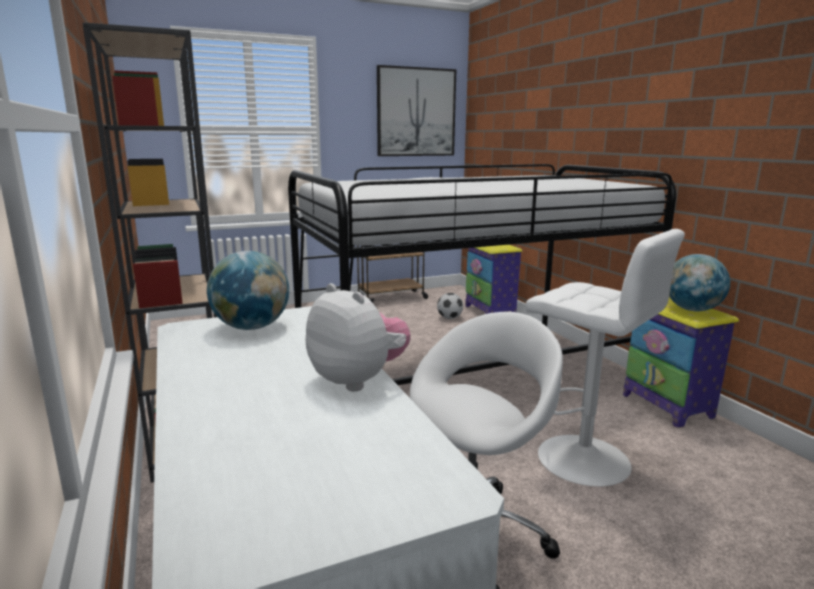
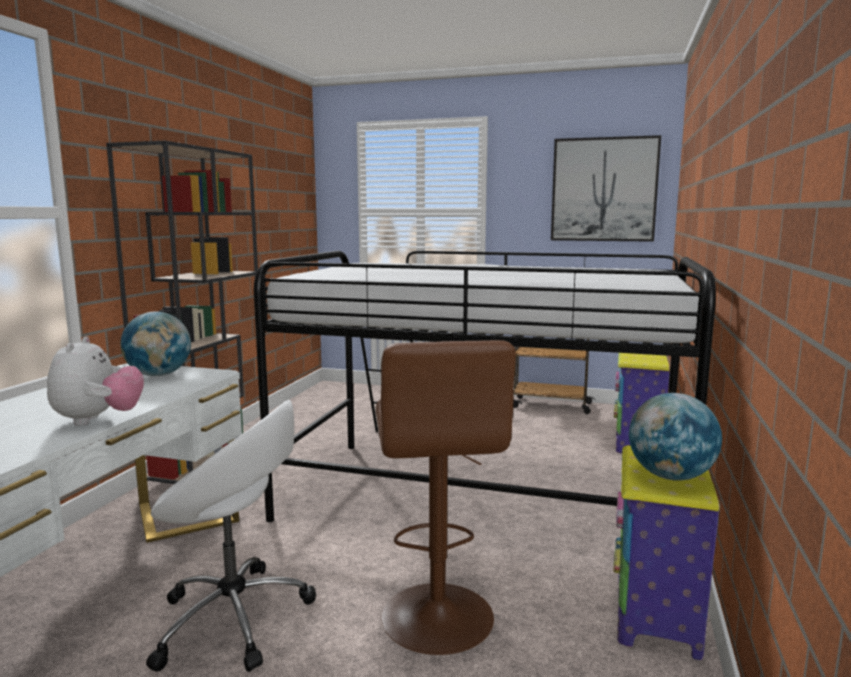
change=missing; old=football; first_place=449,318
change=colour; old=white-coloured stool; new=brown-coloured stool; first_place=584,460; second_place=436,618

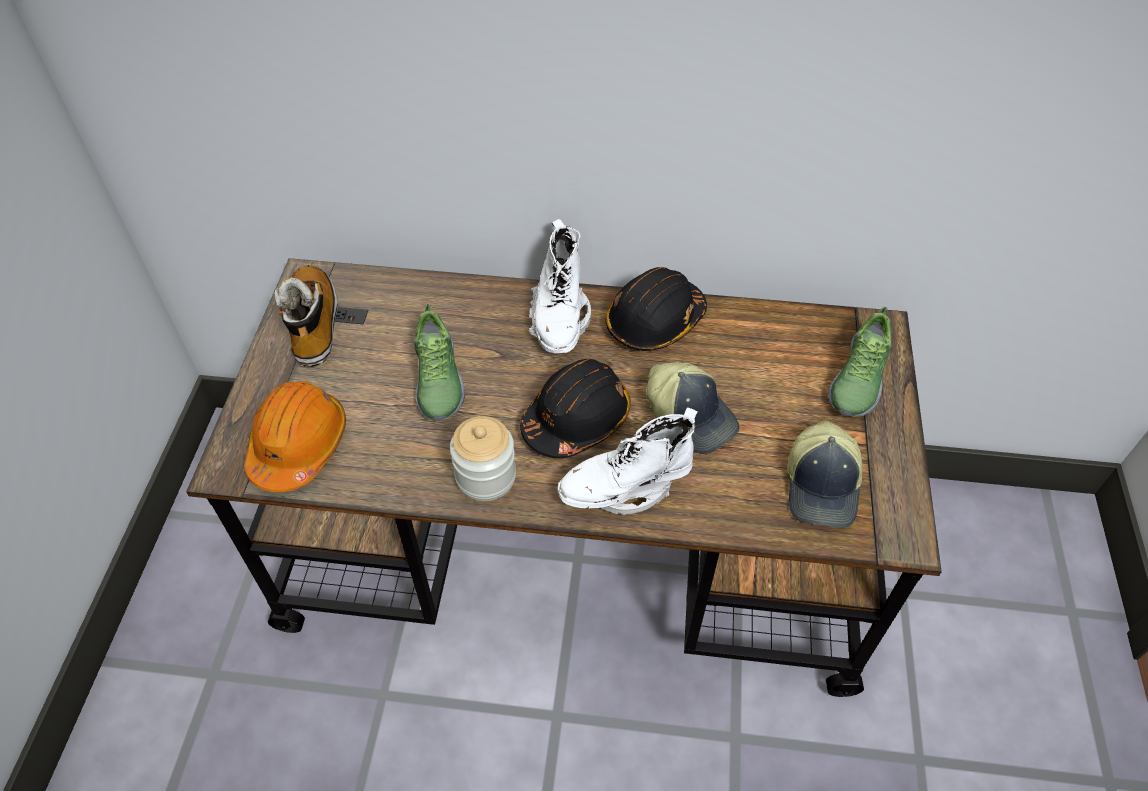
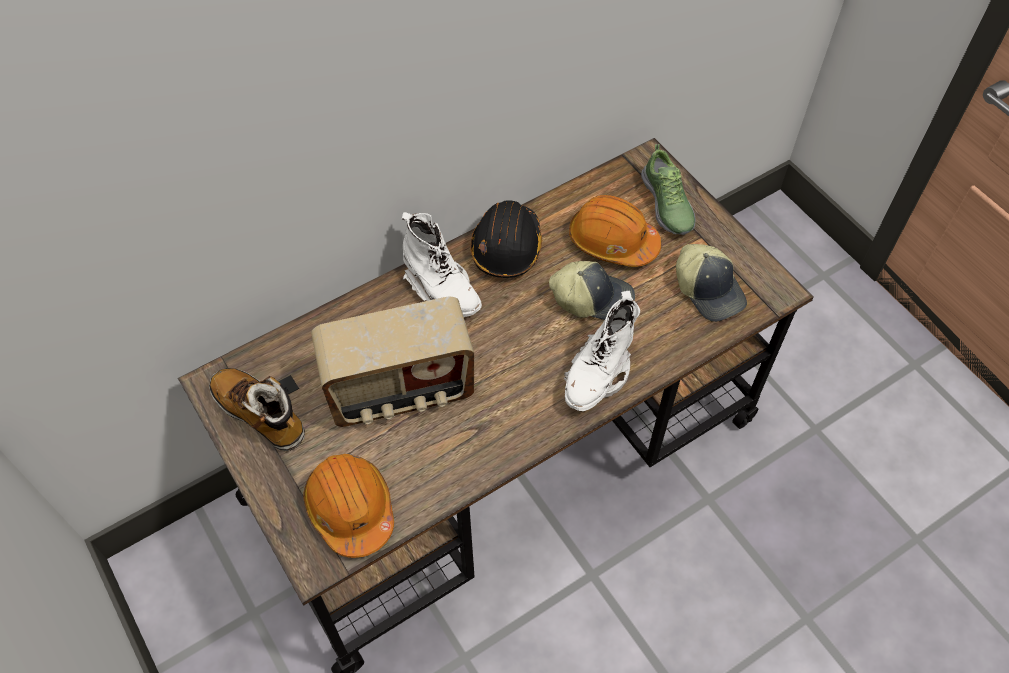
change=exchanged; old=item of footwear; new=radio receiver; first_place=437,380; second_place=400,391
change=missing; old=jar; first_place=486,476
change=missing; old=black-coloured safety helmet; first_place=576,419
change=appeared; new=orange-coloured safety helmet; second_place=612,241

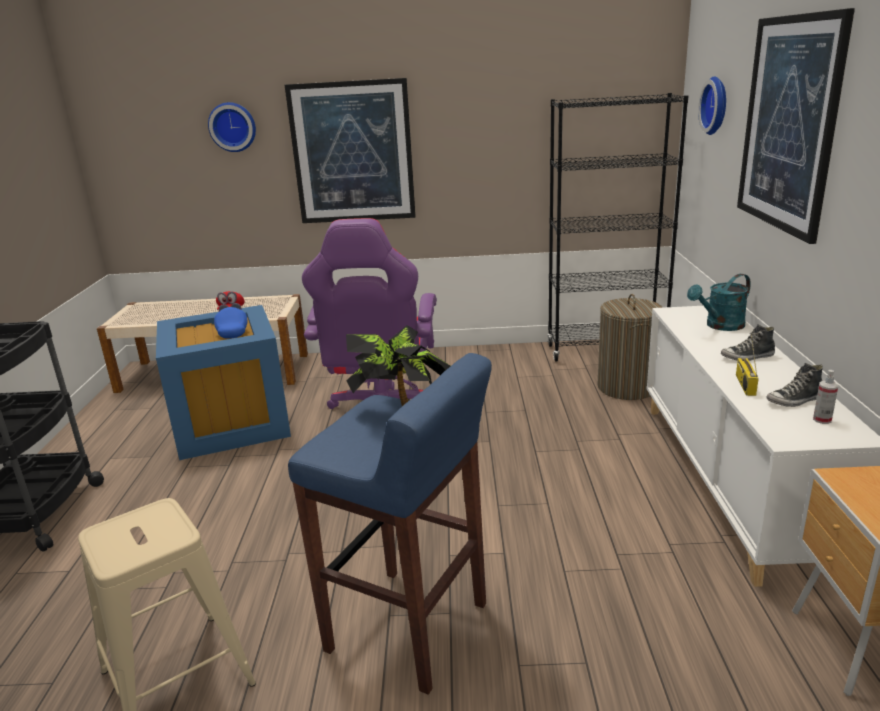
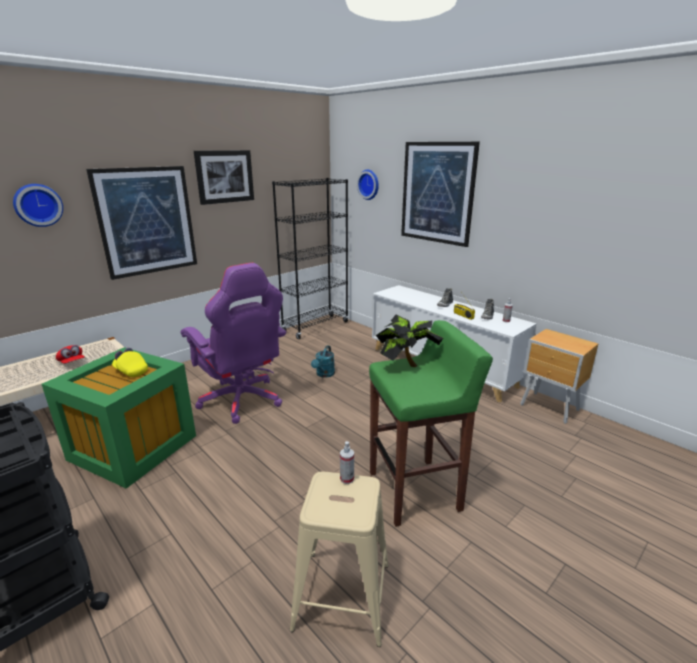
change=colour; old=bluish storage bin; new=greenish storage bin; first_place=230,425; second_place=133,448
change=colour; old=bluish peaked cap; new=yellow peaked cap; first_place=232,331; second_place=131,371
change=colour; old=bluish stool; new=greenish stool; first_place=409,628; second_place=416,491
change=missing; old=hamper; first_place=626,387
change=relocated; old=turquoise-coloured sprinkling can; first_place=720,326; second_place=324,374
change=appeared; new=wall picture; second_place=224,176
change=appeared; new=hand sprayer; second_place=347,479

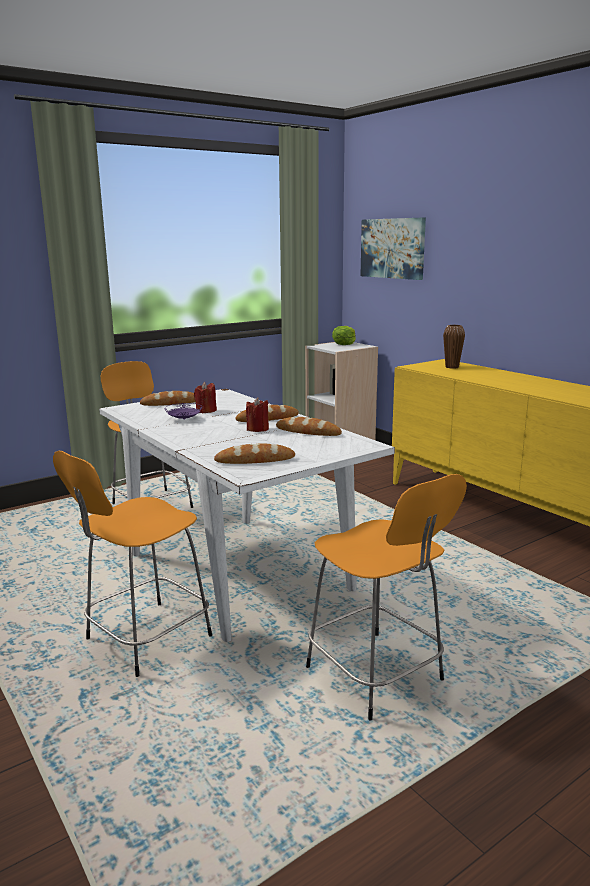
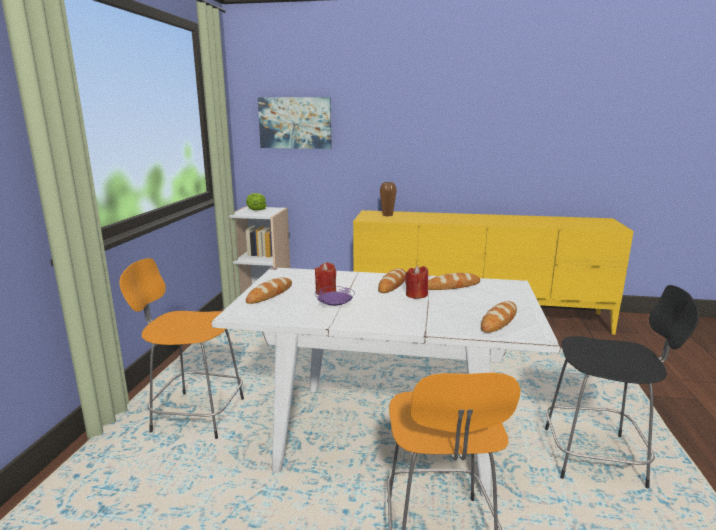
change=colour; old=orange-coloured stool; new=black-coloured stool; first_place=377,677; second_place=596,457

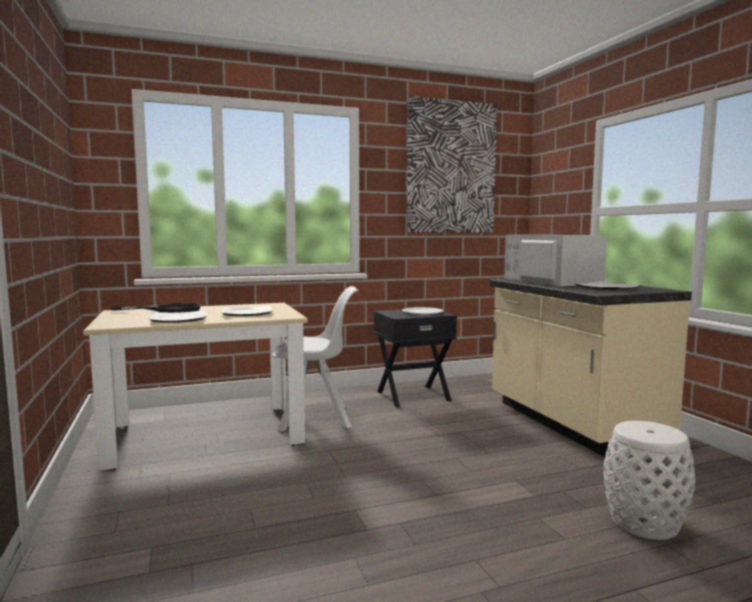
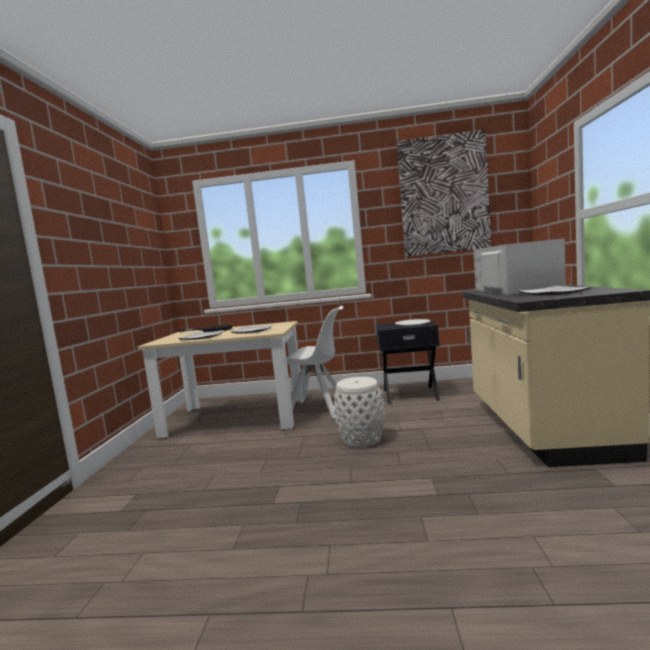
change=relocated; old=white-coloured stool; first_place=644,523; second_place=362,439

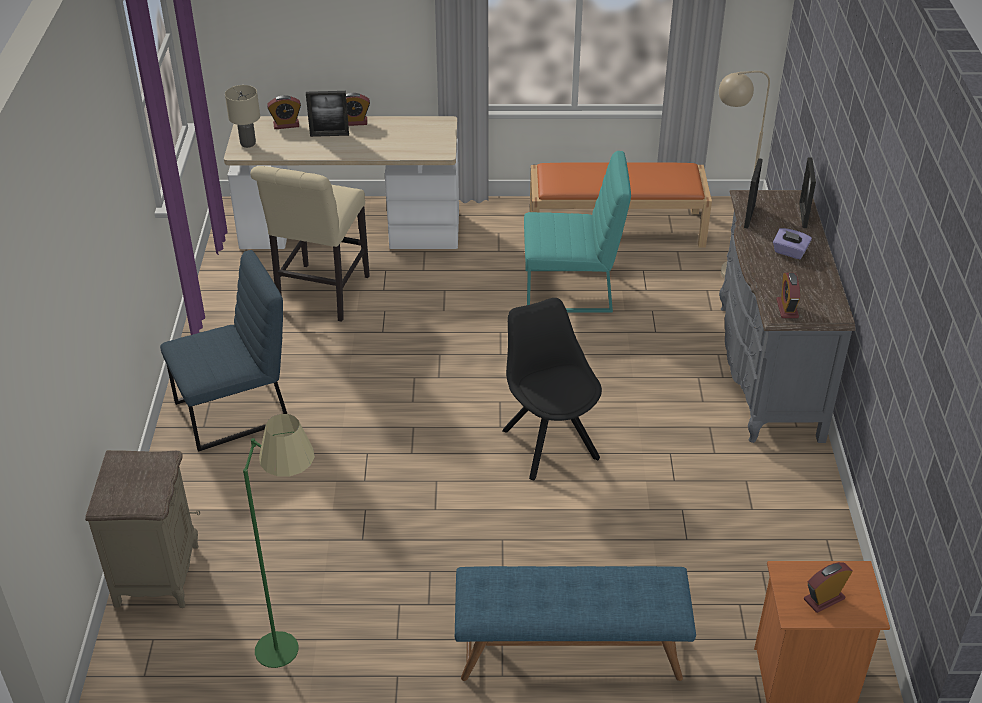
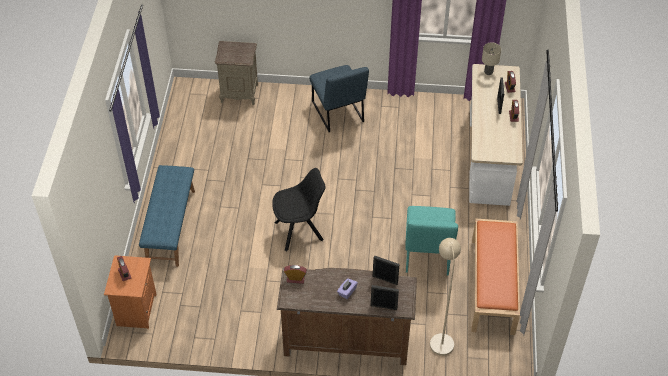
change=missing; old=greenish standard lamp; first_place=296,645
change=missing; old=sand-coloured stool; first_place=320,296

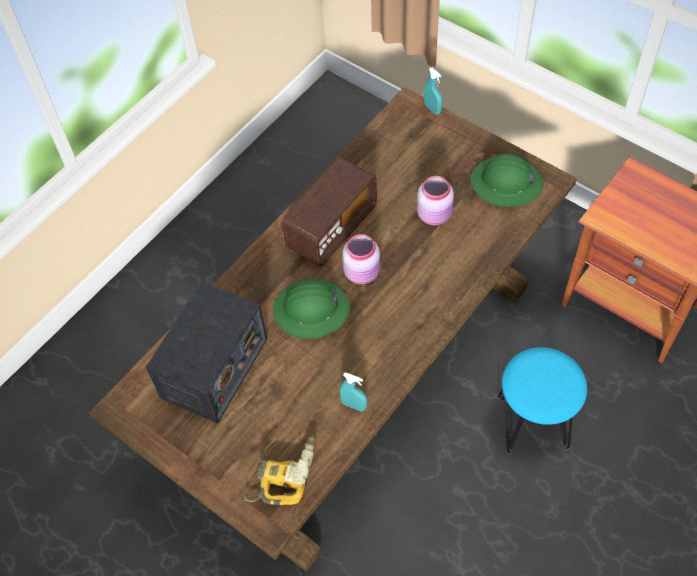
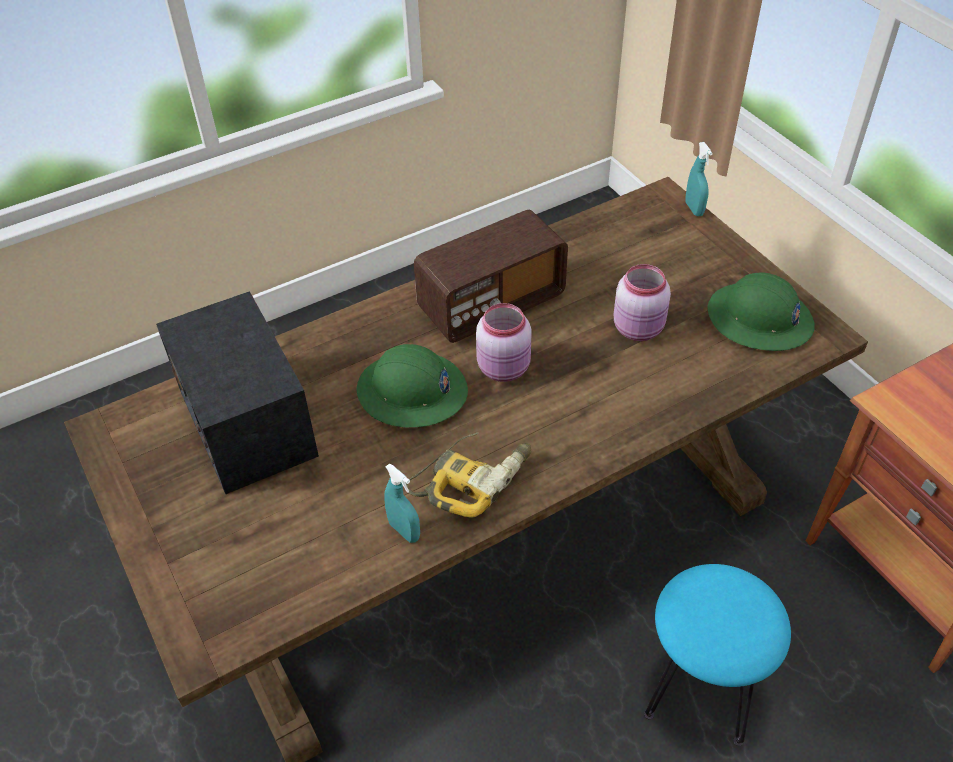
change=spun; old=radio receiver; first_place=214,368; second_place=246,421; degrees=105
change=relocated; old=power drill; first_place=283,471; second_place=472,478

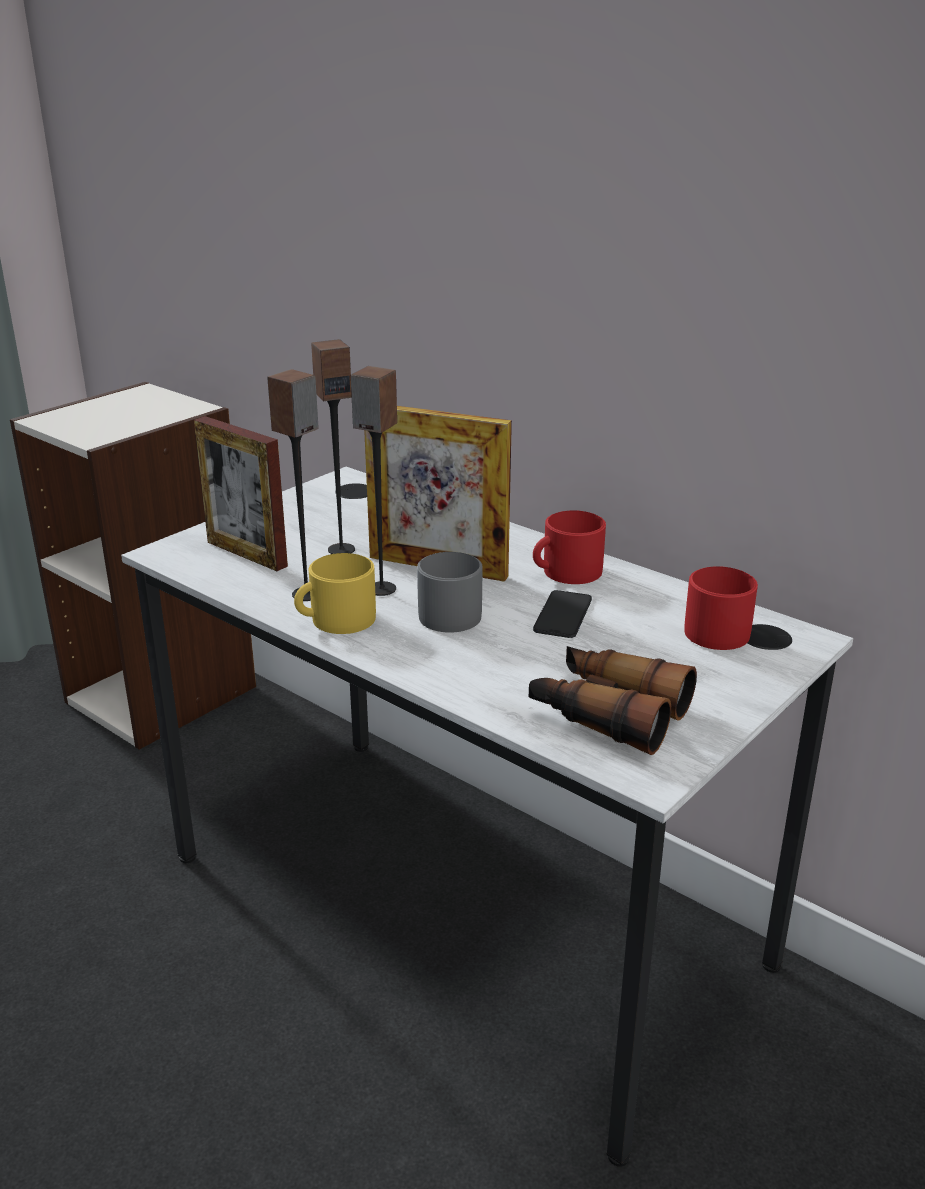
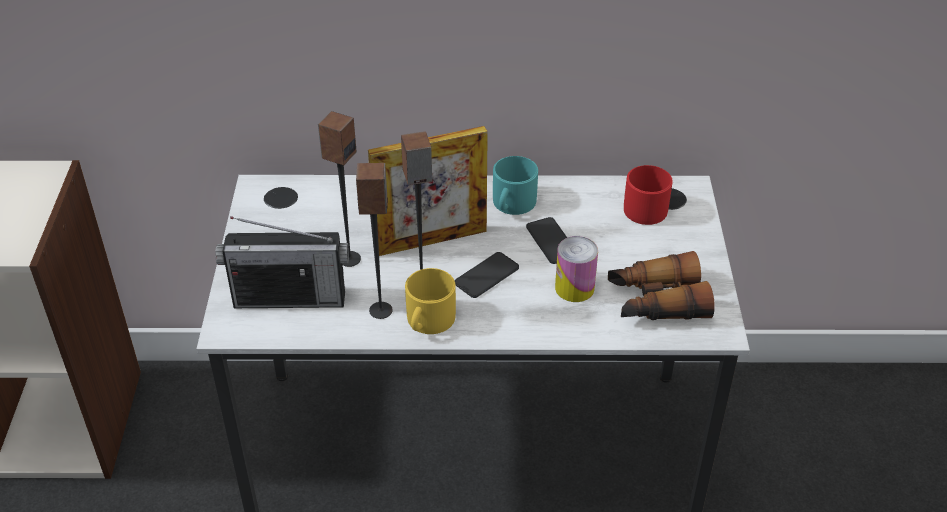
change=exchanged; old=standing frame; new=radio receiver; first_place=246,554; second_place=290,298
change=exchanged; old=gray tea mug; new=handset; first_place=449,612; second_place=486,275
change=colour; old=red-coloured tea mug; new=turquoise-coloured tea mug; first_place=565,572; second_place=512,204
change=appeared; new=can; second_place=574,288

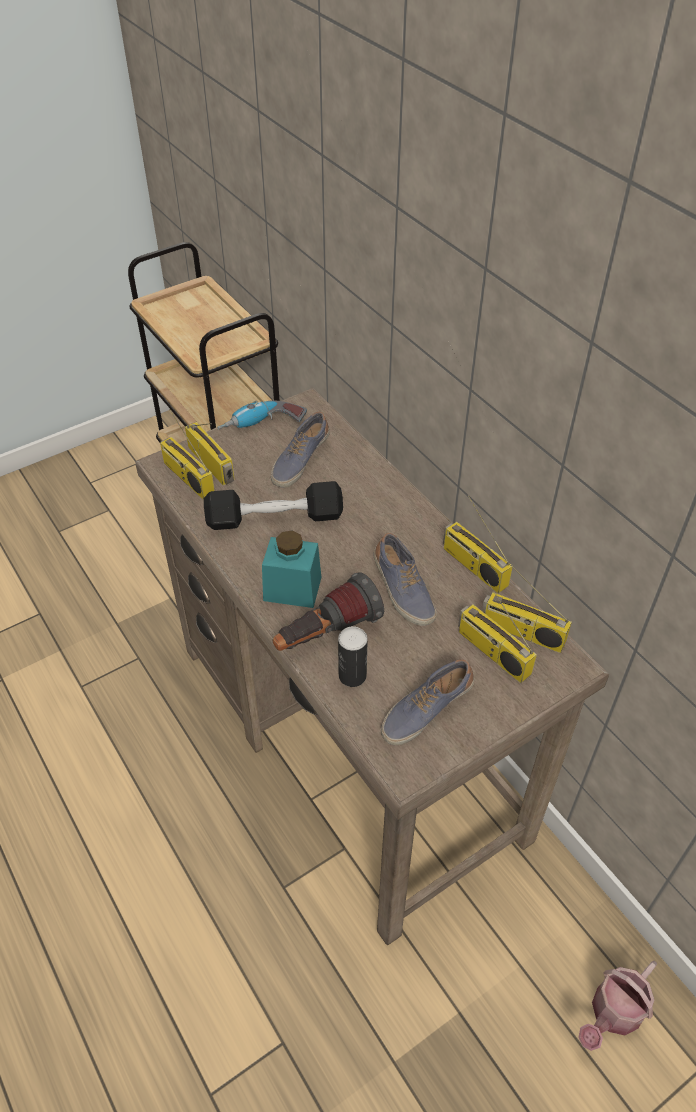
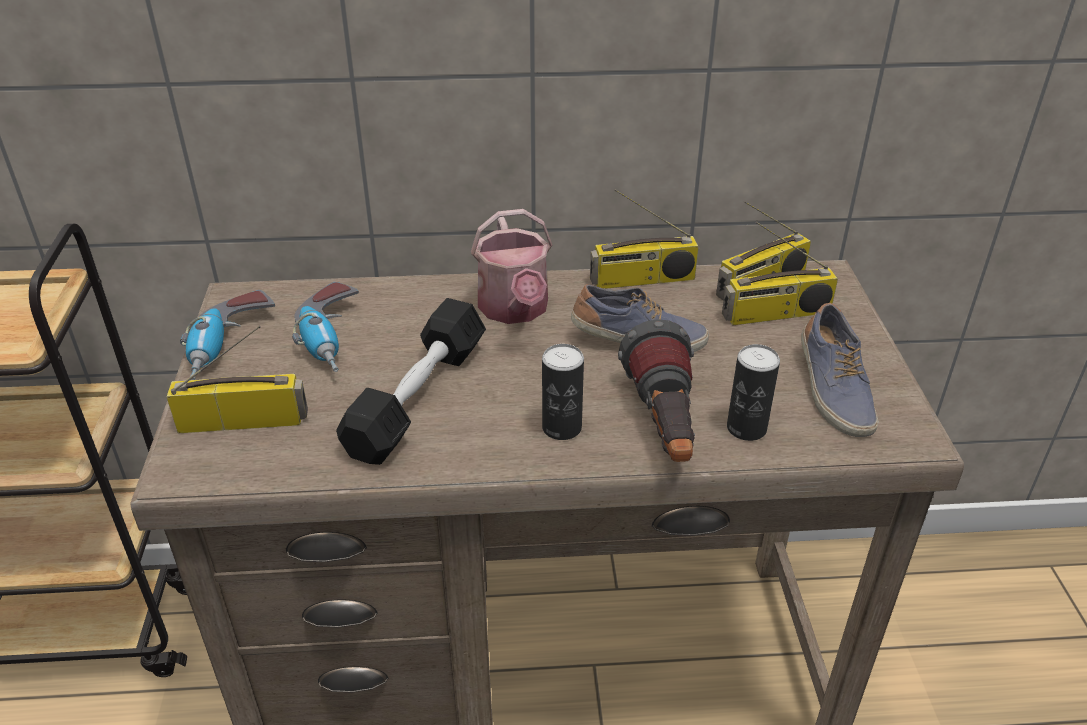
change=missing; old=radio receiver; first_place=187,477
change=exchanged; old=turquoise-coloured jar; new=can; first_place=292,589; second_place=561,427
change=exchanged; old=item of footwear; new=power drill; first_place=299,460; second_place=334,340
change=relocated; old=sprinkling can; first_place=612,1014; second_place=515,310

